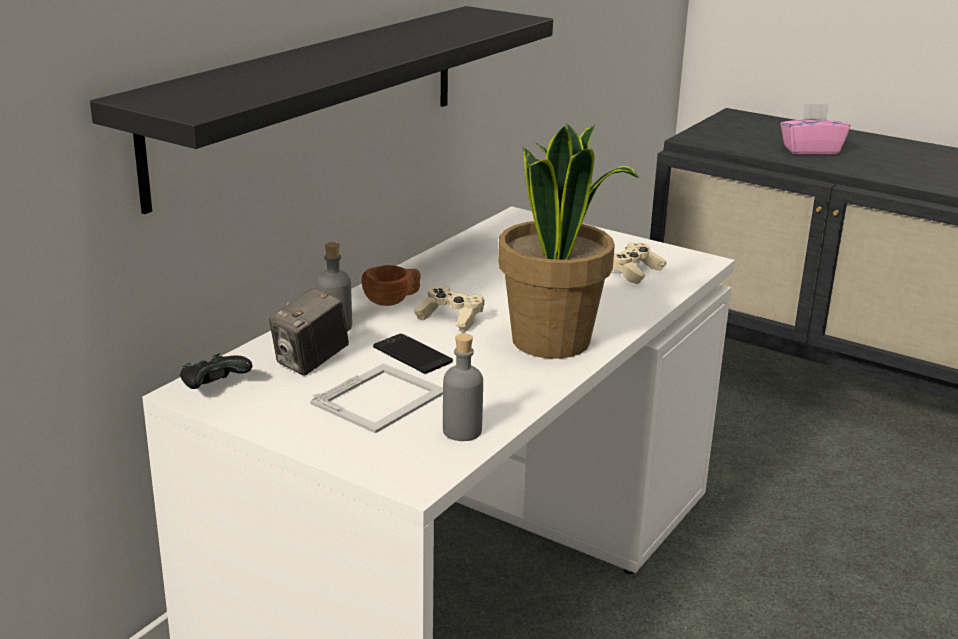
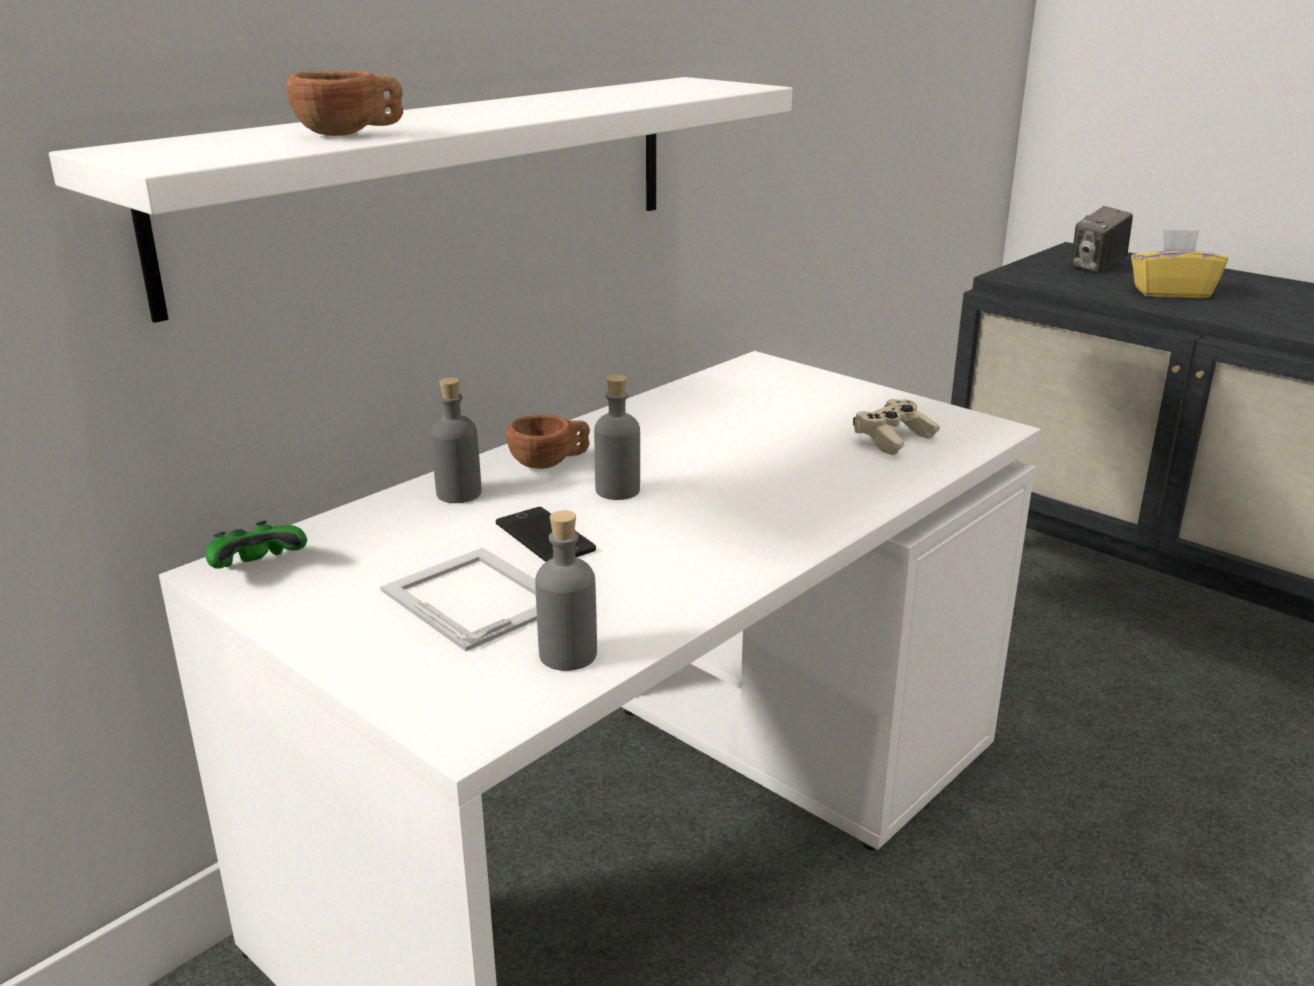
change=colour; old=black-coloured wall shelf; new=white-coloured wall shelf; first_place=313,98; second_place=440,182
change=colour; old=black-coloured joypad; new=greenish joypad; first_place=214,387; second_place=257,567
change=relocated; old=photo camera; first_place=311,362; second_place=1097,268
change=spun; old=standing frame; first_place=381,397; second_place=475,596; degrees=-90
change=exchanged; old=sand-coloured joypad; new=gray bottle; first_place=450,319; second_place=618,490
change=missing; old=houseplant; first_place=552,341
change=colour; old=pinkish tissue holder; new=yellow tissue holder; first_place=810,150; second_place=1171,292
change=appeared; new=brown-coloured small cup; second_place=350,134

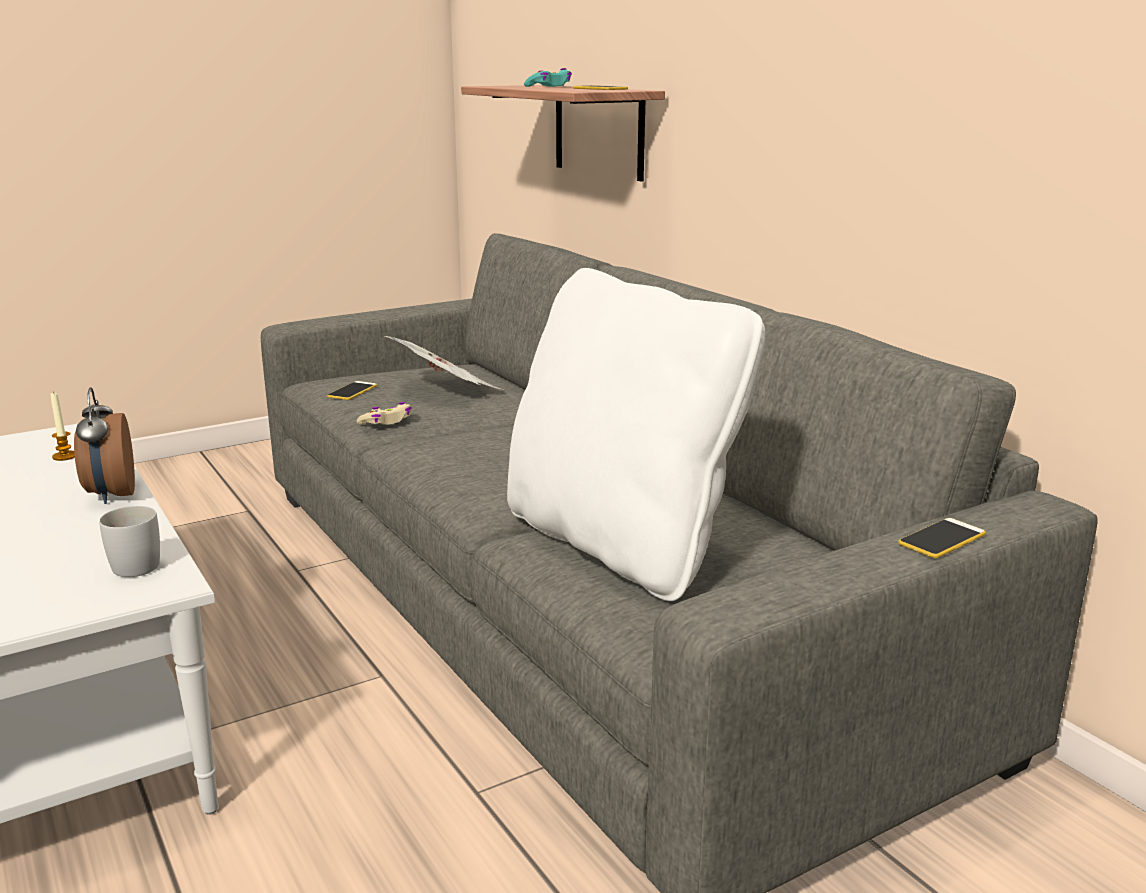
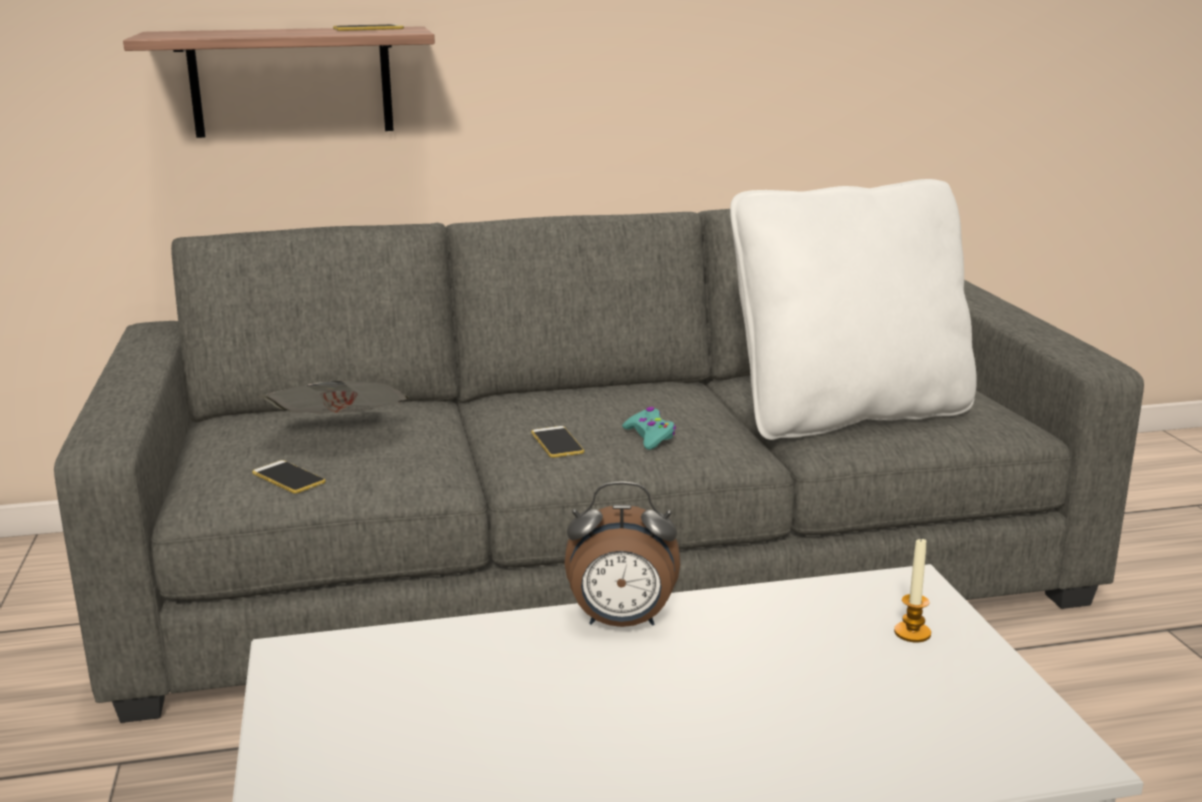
change=relocated; old=candle; first_place=65,456; second_place=912,633
change=missing; old=white-coloured tea mug; first_place=131,564
change=missing; old=sand-coloured joypad; first_place=387,421
change=relocated; old=turquoise-coloured joypad; first_place=550,86; second_place=650,436
change=relocated; old=handset; first_place=942,539; second_place=557,443

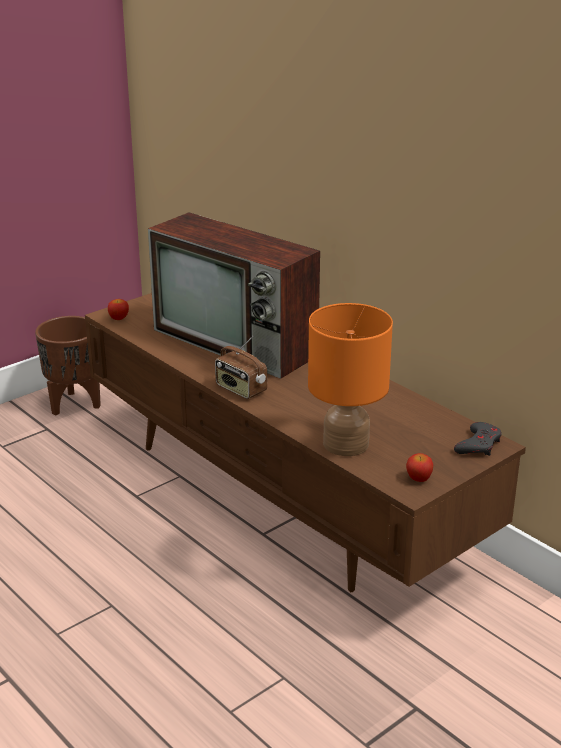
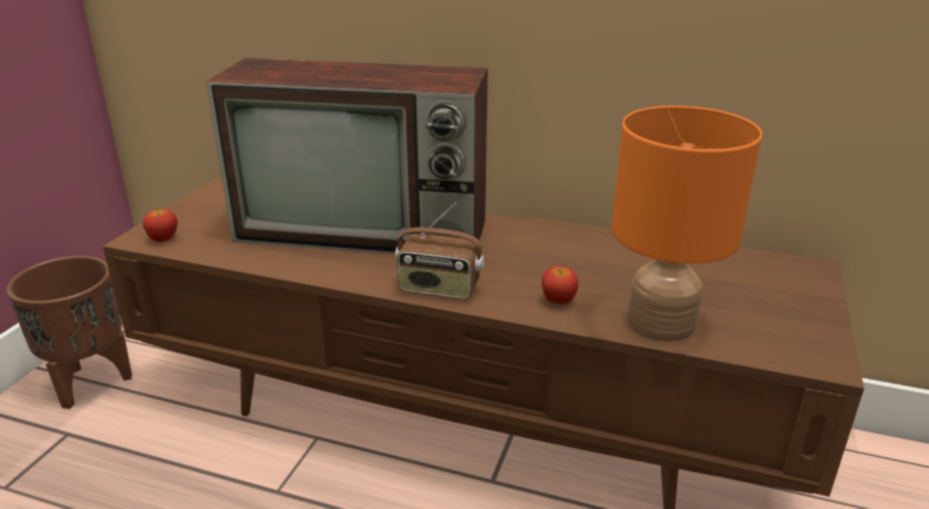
change=relocated; old=apple fruit; first_place=418,478; second_place=558,300
change=missing; old=gray joypad; first_place=478,444

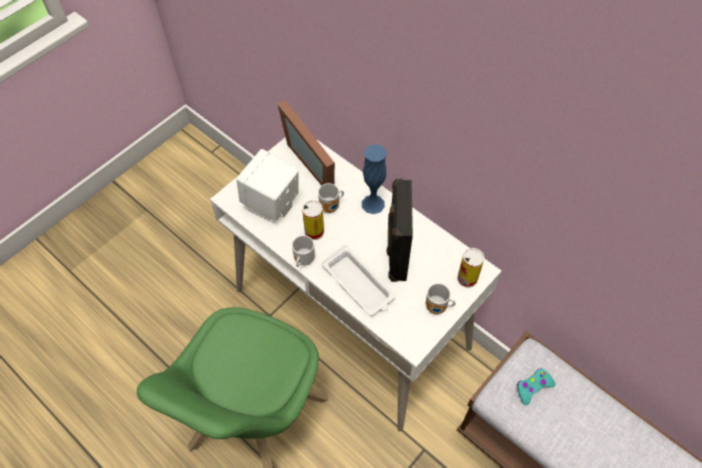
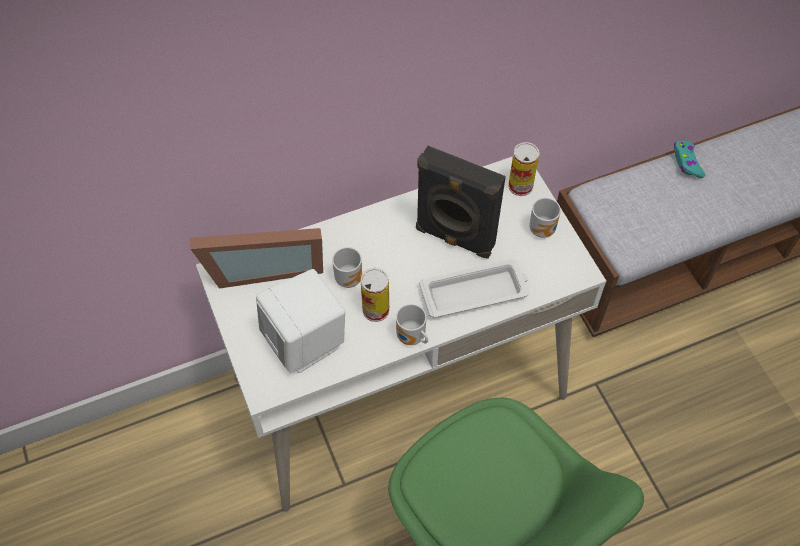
change=missing; old=bluish flower vase; first_place=373,204
change=relocated; old=turquoise-coloured joypad; first_place=533,387; second_place=686,162

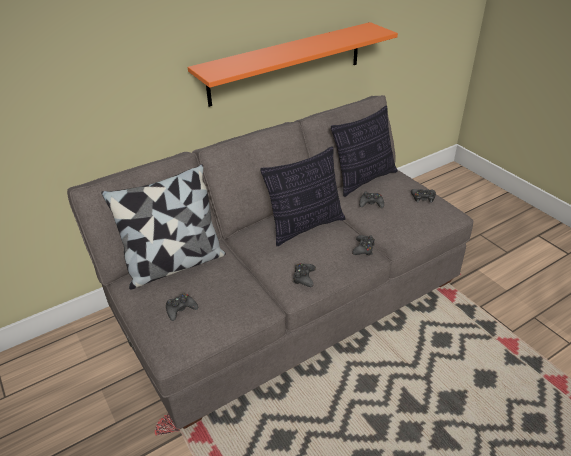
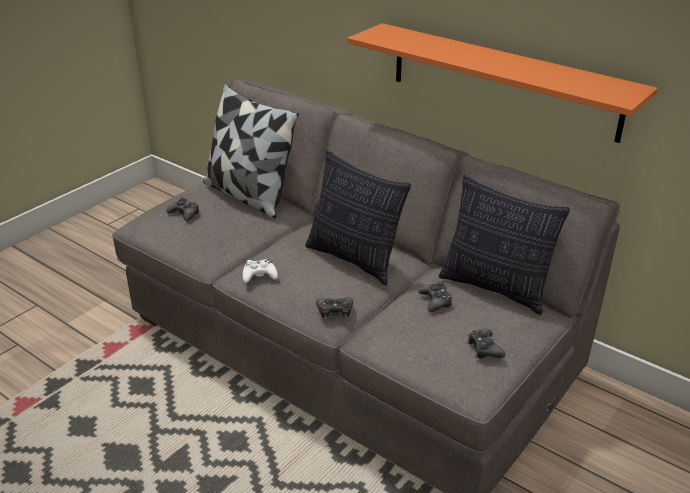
change=colour; old=black-coloured joypad; new=white-coloured joypad; first_place=304,278; second_place=259,275

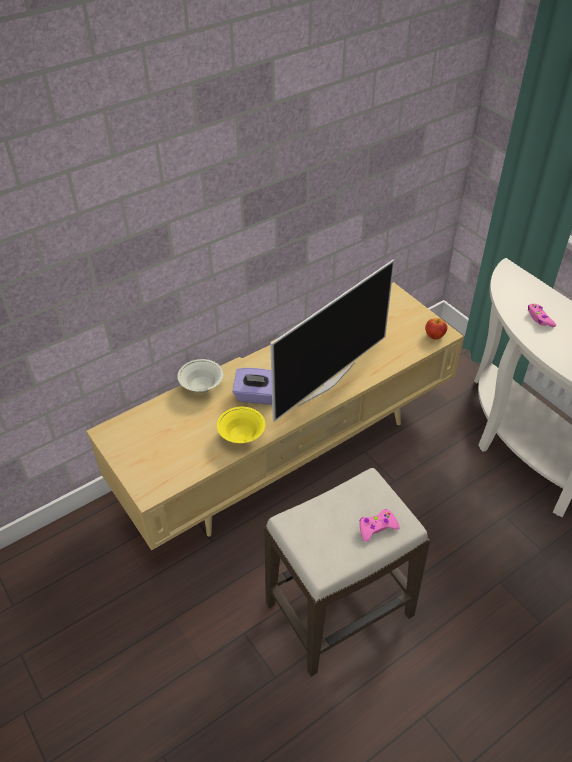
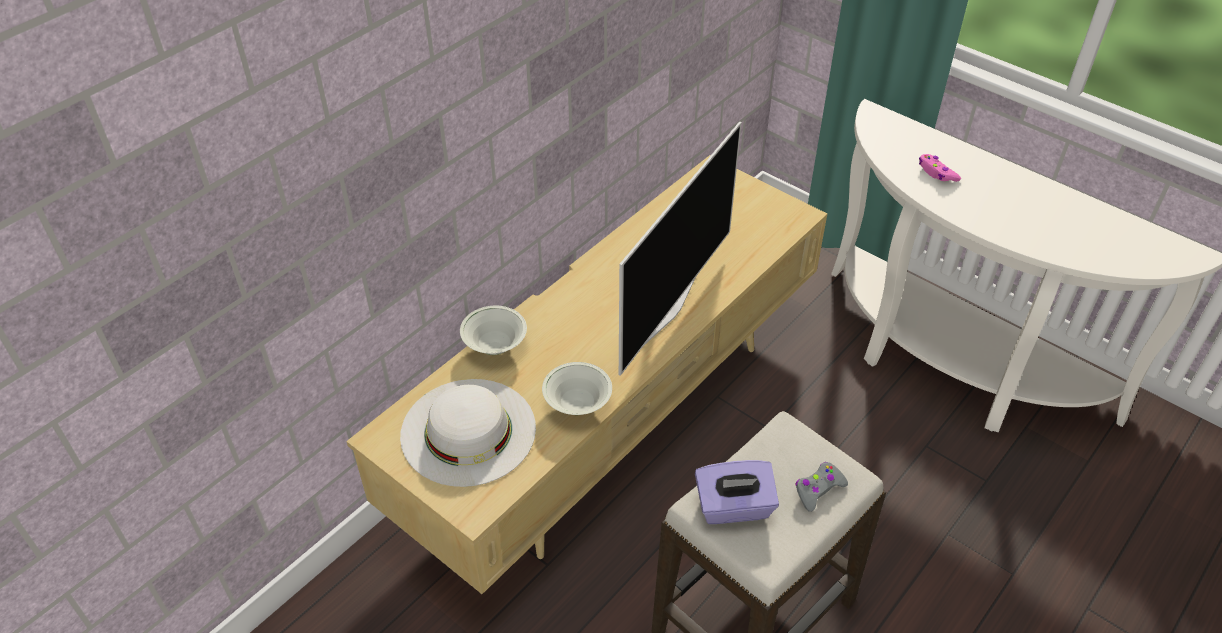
change=colour; old=yellow bowl; new=white-coloured bowl; first_place=241,436; second_place=577,405
change=relocated; old=purple-coloured tissue holder; first_place=256,396; second_place=734,507
change=colour; old=pinkish joypad; new=gray joypad; first_place=377,527; second_place=818,490
change=missing; old=apple fruit; first_place=434,336
change=appeared; new=white-coloured clothing hat; second_place=468,431

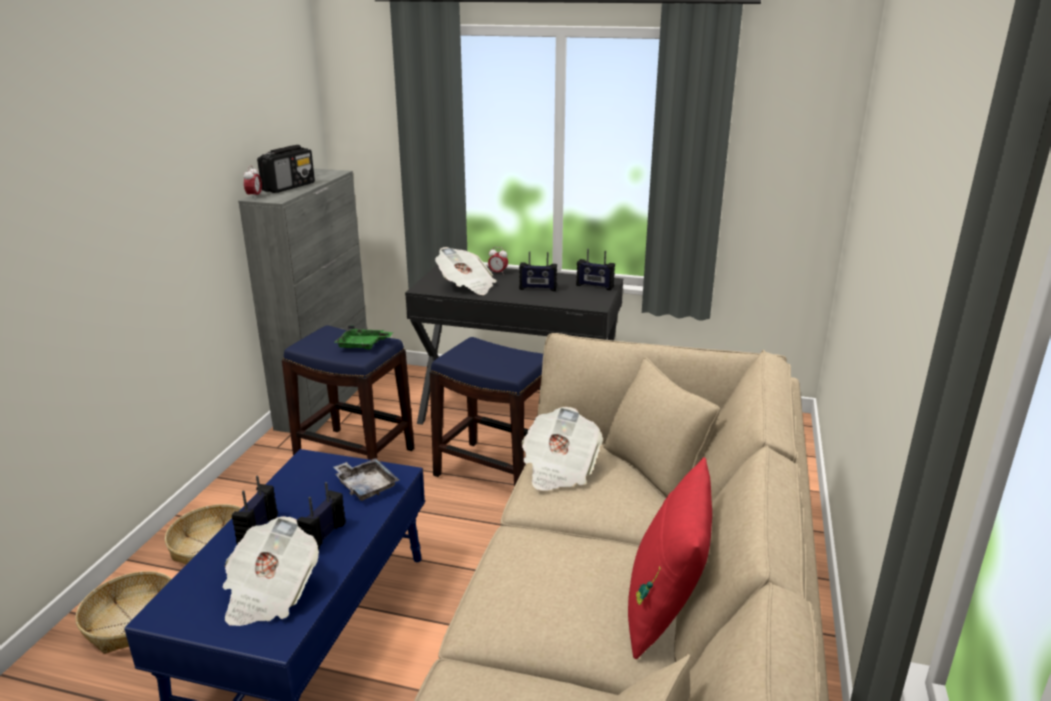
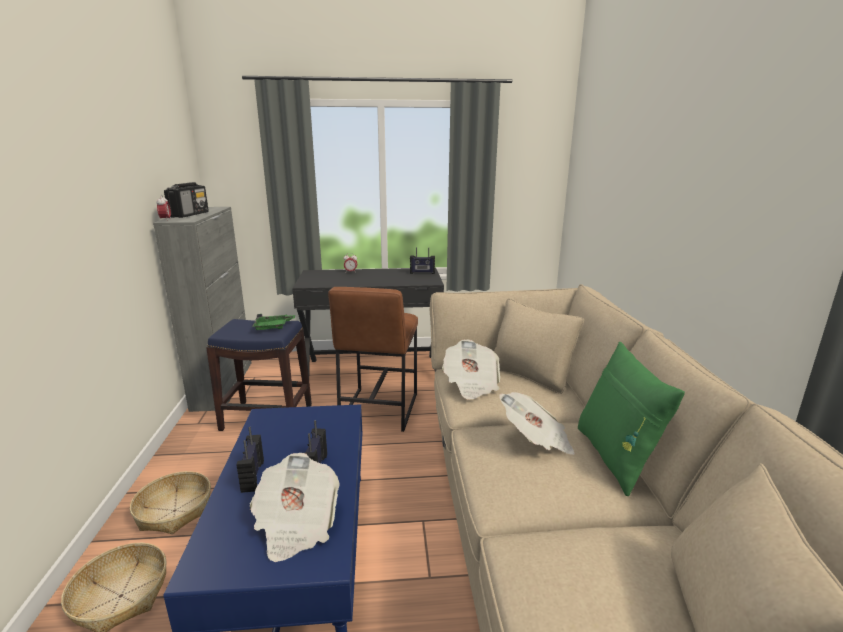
change=missing; old=gray tray; first_place=366,486
change=exchanged; old=stool; new=brown-coloured plain chair; first_place=494,472; second_place=379,410
change=relocated; old=printed paper; first_place=466,286; second_place=536,440
change=missing; old=radio receiver; first_place=538,288
change=colour; old=red-coloured pillow; new=greenish pillow; first_place=665,609; second_place=615,458

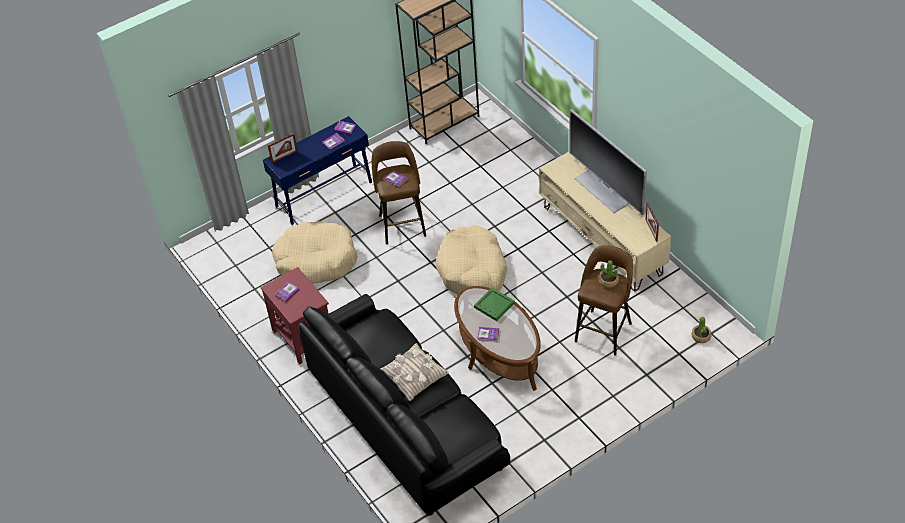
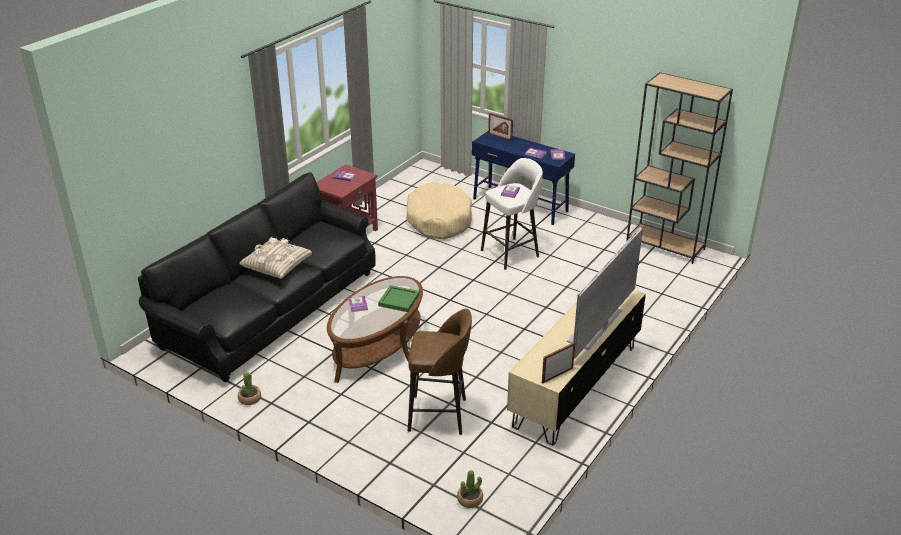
change=colour; old=brown-coloured stool; new=white-coloured stool; first_place=402,224; second_place=511,253
change=missing; old=sand-coloured dog bed; first_place=472,270
change=relocated; old=houseplant; first_place=608,281; second_place=249,398

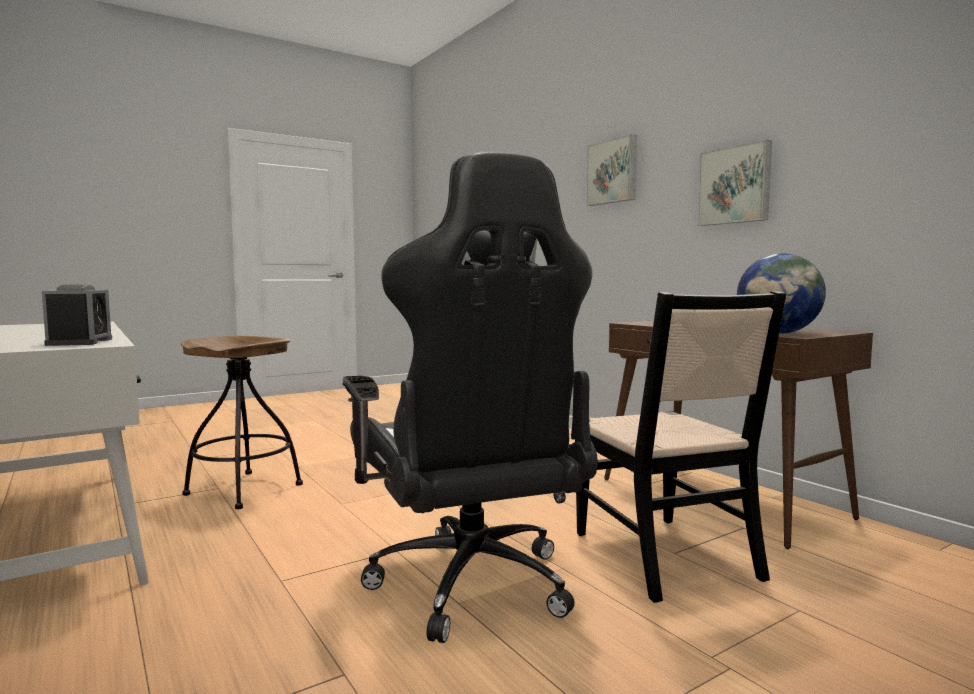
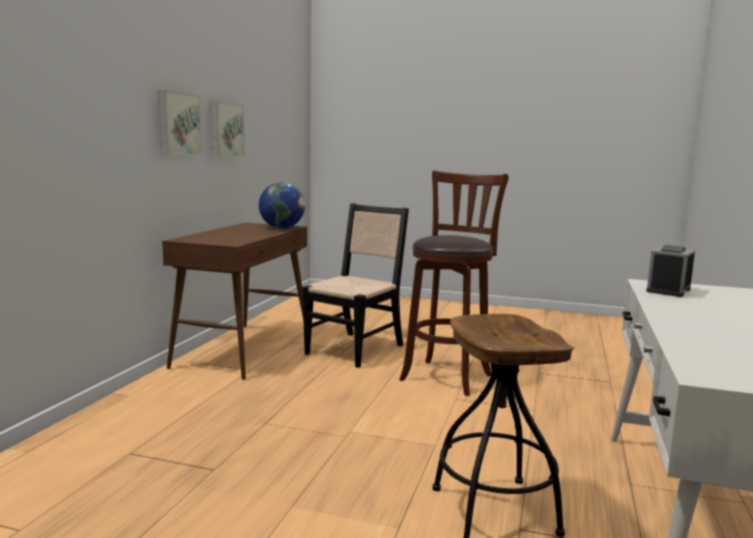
change=exchanged; old=black-coloured computer chair; new=brown-coloured stool; first_place=466,578; second_place=448,376
change=relocated; old=wall picture; first_place=613,172; second_place=225,130

